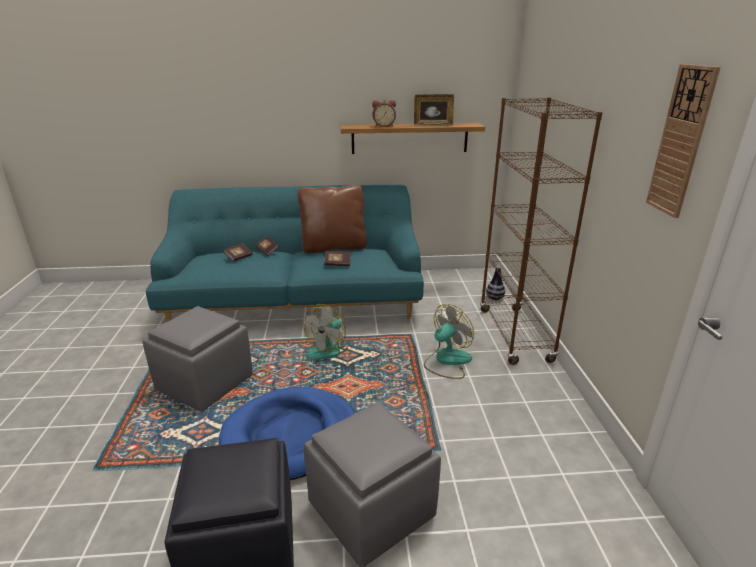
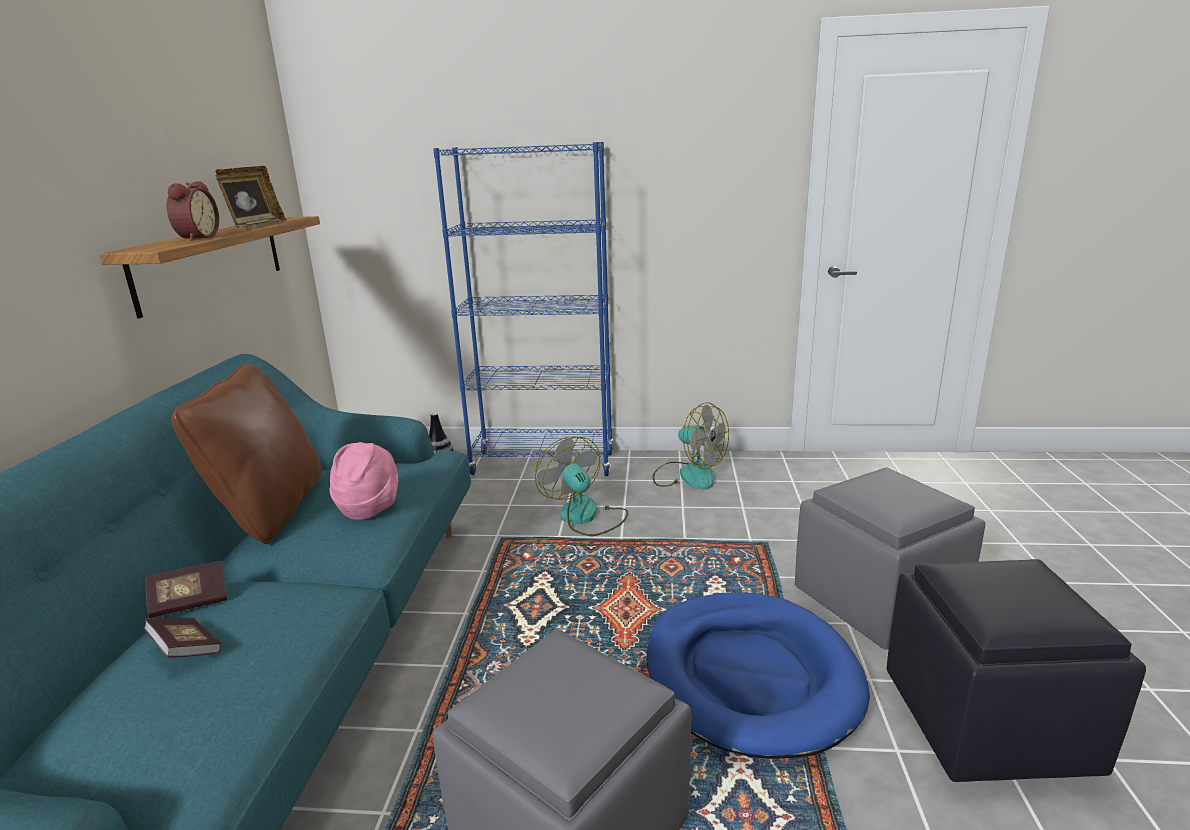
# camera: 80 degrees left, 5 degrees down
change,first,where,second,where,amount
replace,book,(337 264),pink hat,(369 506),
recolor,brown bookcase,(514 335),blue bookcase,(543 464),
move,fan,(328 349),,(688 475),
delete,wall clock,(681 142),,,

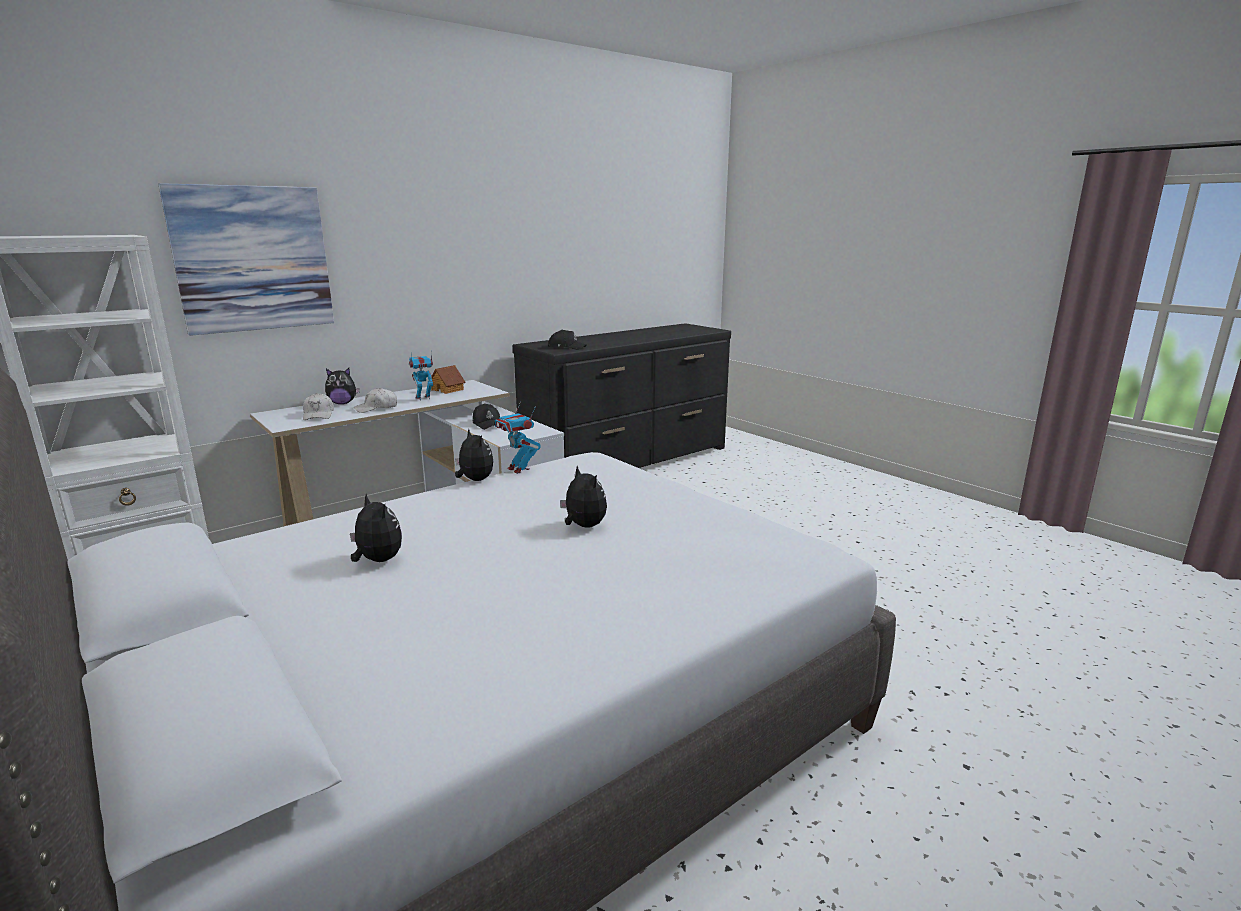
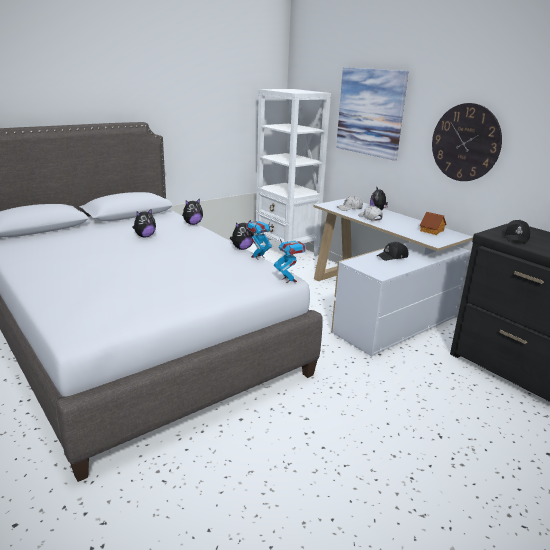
# camera: 90 degrees right, 5 degrees up
change,first,where,second,where,amount
move,plush toy,(583 526),,(192 224),
move,toy robot,(423 398),,(289 280),
insert,,,wall clock,(465 142),

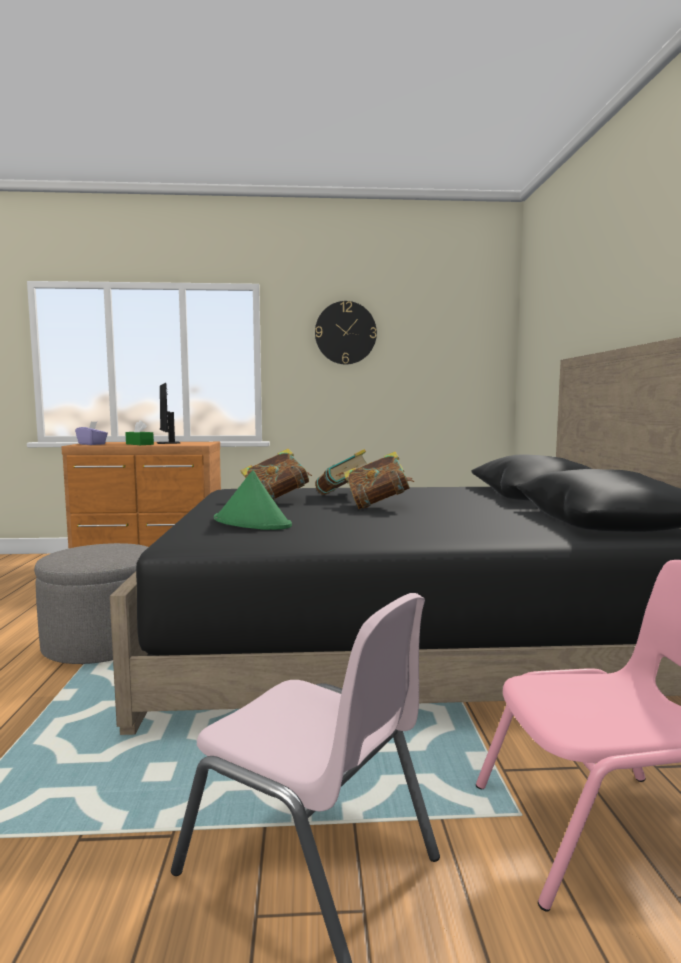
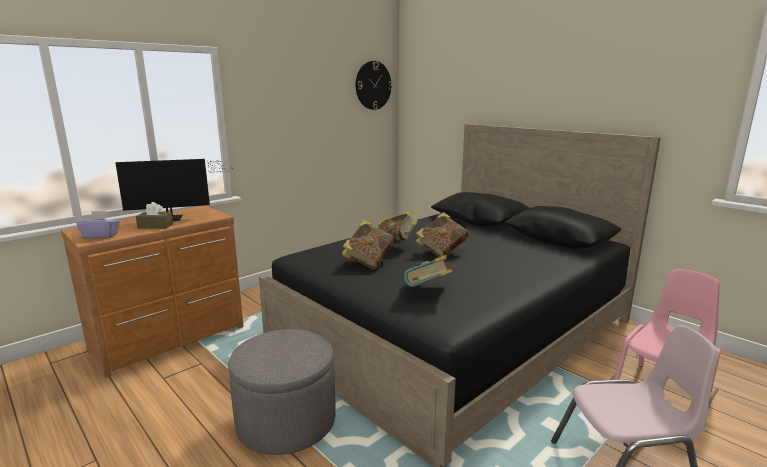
# camera: 40 degrees left, 10 degrees up
change,first,where,second,where,amount
rotate,monitor,(167 443),,(174 218),45 degrees counterclockwise
recolor,green tissue box,(139 444),brown tissue box,(155 226),
move,wall clock,(345 333),,(373 85),
replace,green hat,(252 523),book,(428 292),

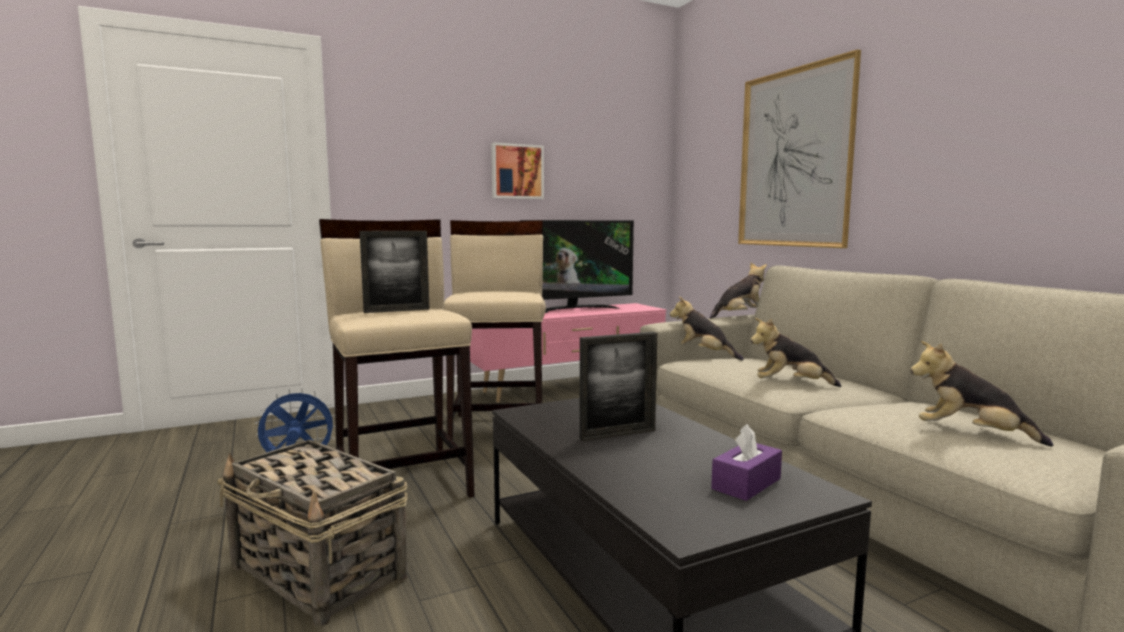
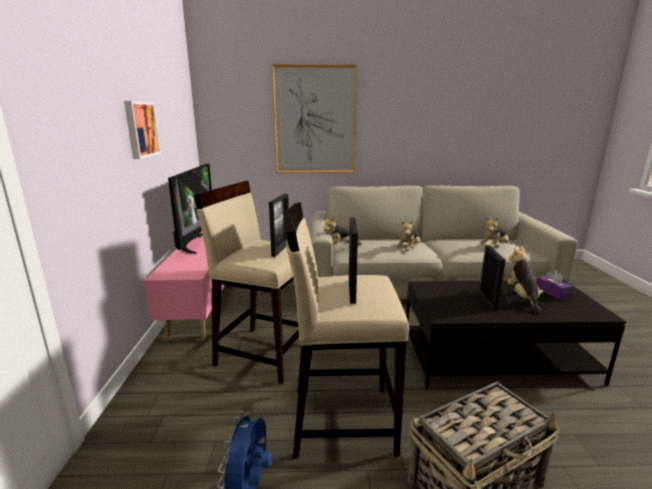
# camera: 65 degrees left, 10 degrees up
change,first,where,second,where,amount
insert,,,picture frame,(281 249),
move,plush toy,(739 316),,(522 297),

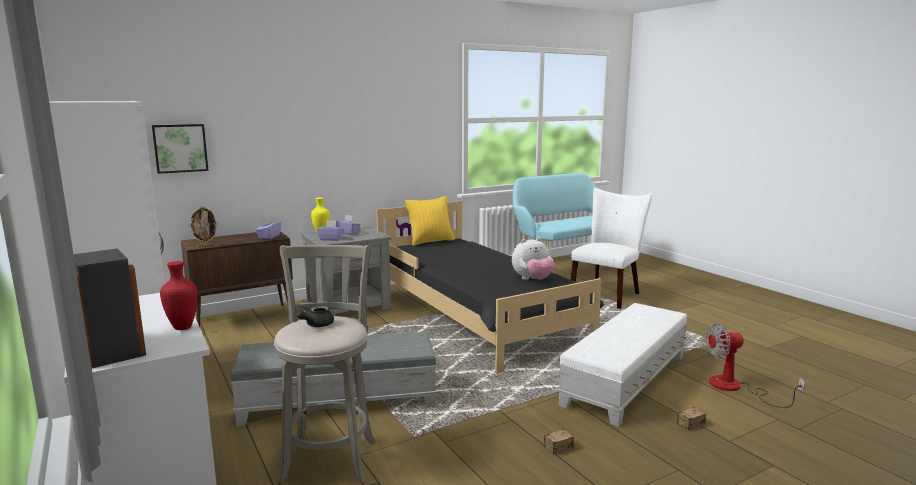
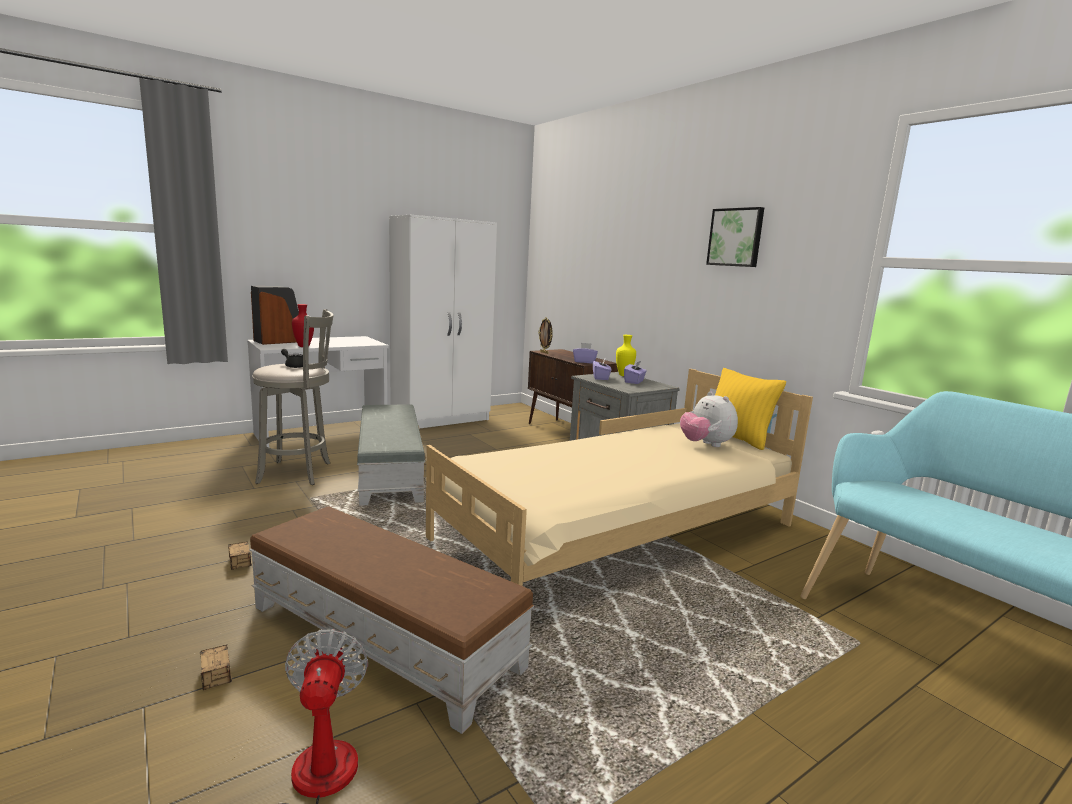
# camera: 85 degrees right, 0 degrees up
change,first,where,second,where,amount
recolor,white ottoman,(626 379),brown ottoman,(383 637),
recolor,black bed,(476 316),beige bed,(619 533),
move,plush toy,(532 280),,(705 445),
move,picture,(180 148),,(736 237),
delete,white chair,(607 295),,,

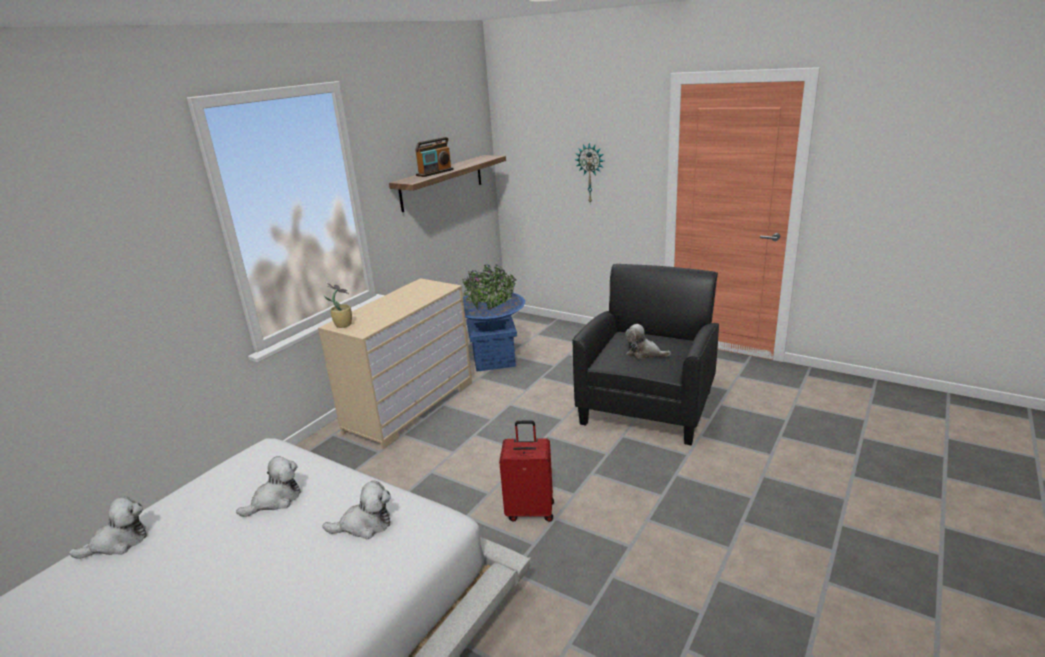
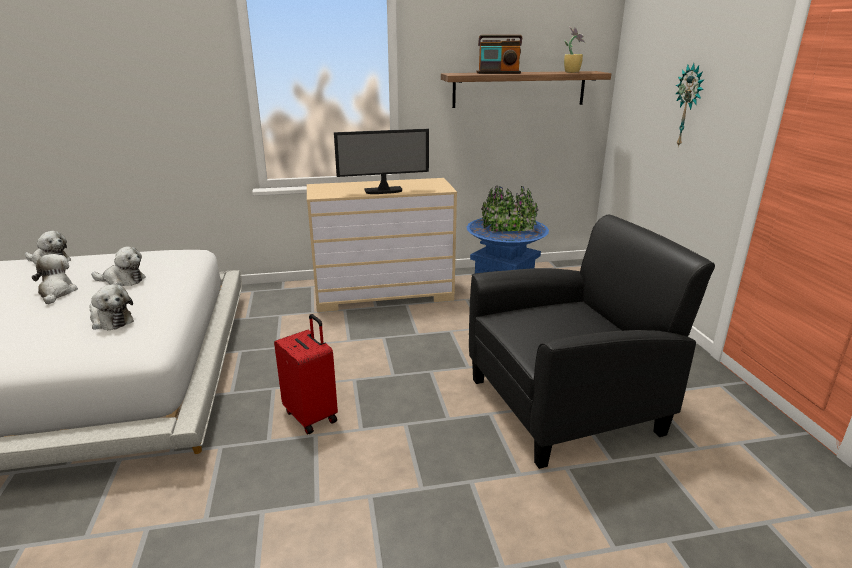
# camera: 45 degrees right, 0 degrees up
change,first,where,second,where,amount
move,plush toy,(644 353),,(57 293),
insert,,,monitor,(384 191),
move,potted plant,(343 325),,(571 72),

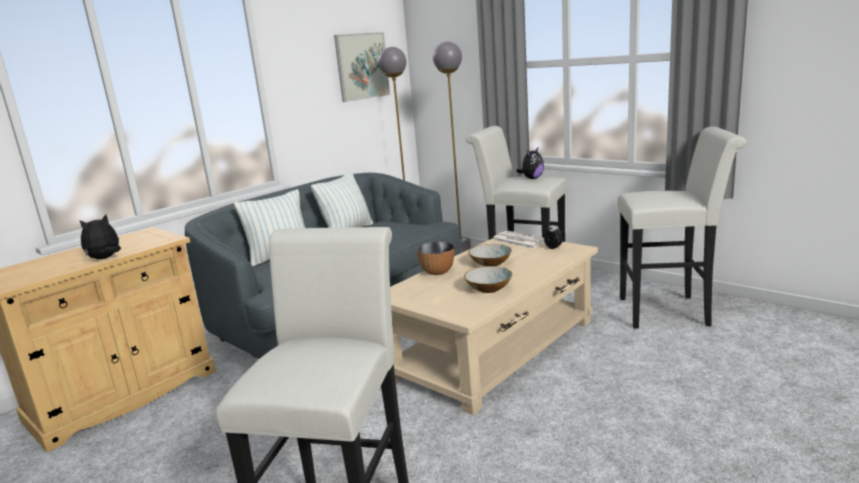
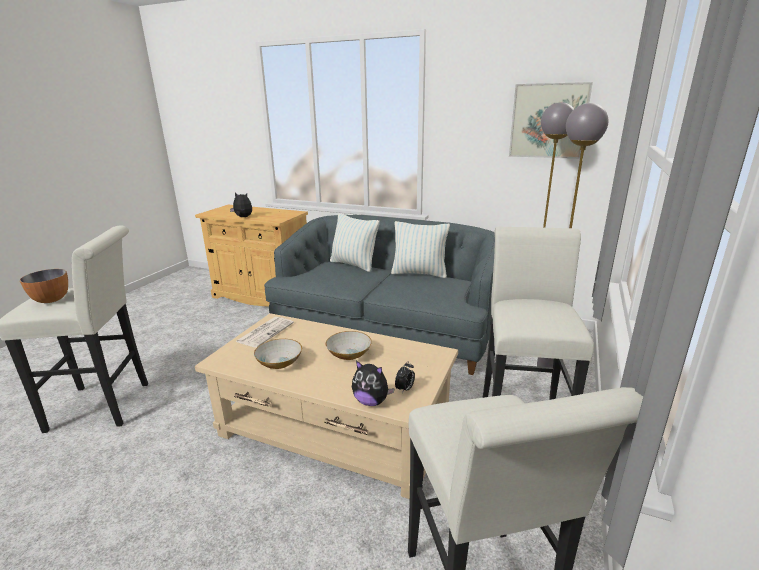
# camera: 70 degrees right, 5 degrees up
change,first,where,second,where,amount
move,bowl,(437 272),,(51 300),
move,newspaper,(519 240),,(265 332),
move,plush toy,(532 178),,(371 401),

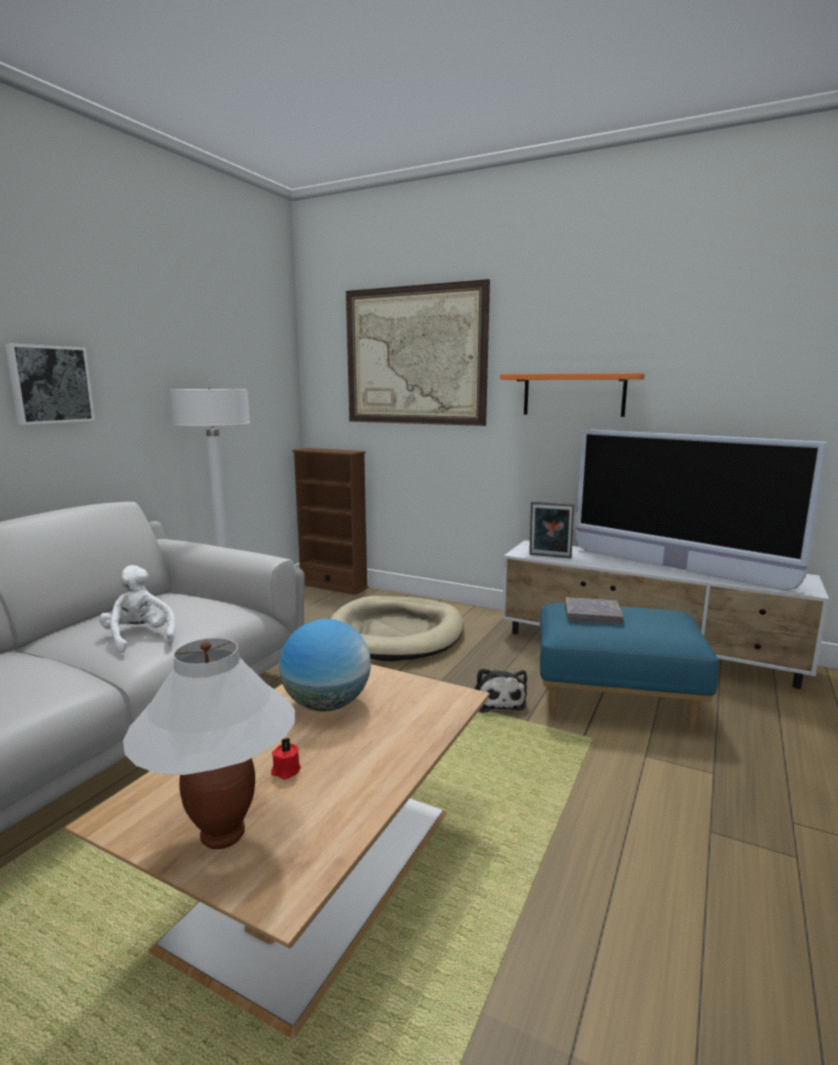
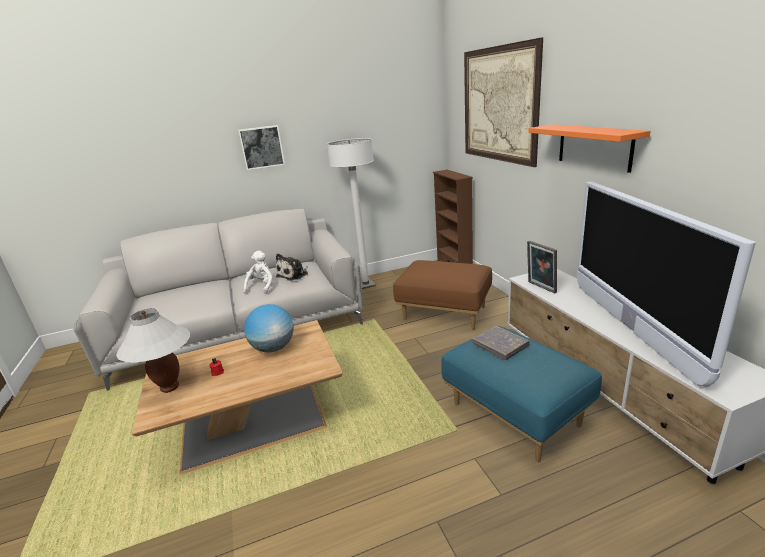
# camera: 45 degrees right, 10 degrees up
change,first,where,second,where,amount
move,plush toy,(498 700),,(294 275),
replace,beige dog bed,(396 633),brown ottoman,(445 313),

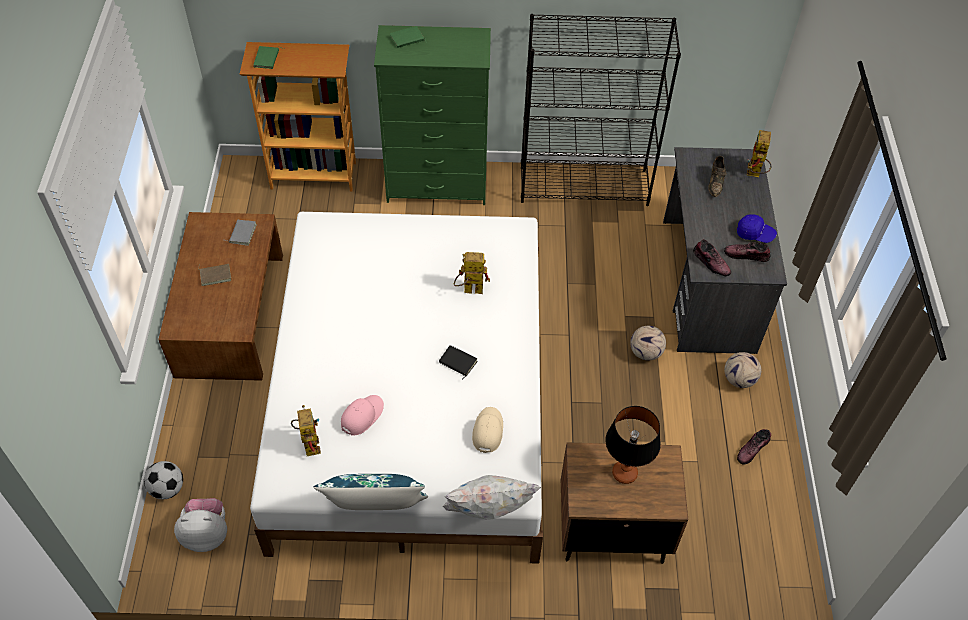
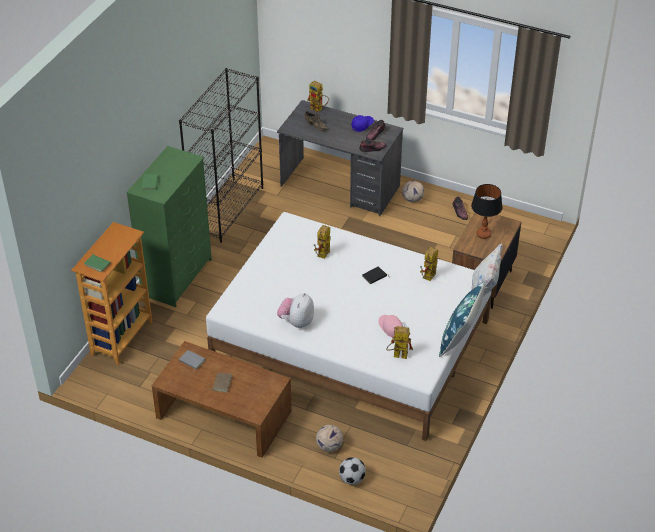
# camera: 65 degrees left, 10 degrees down
change,first,where,second,where,amount
move,plush toy,(207 534),,(296 322),
move,football,(645 352),,(329 446),
replace,beige cap,(487 431),toy robot,(429 278),

